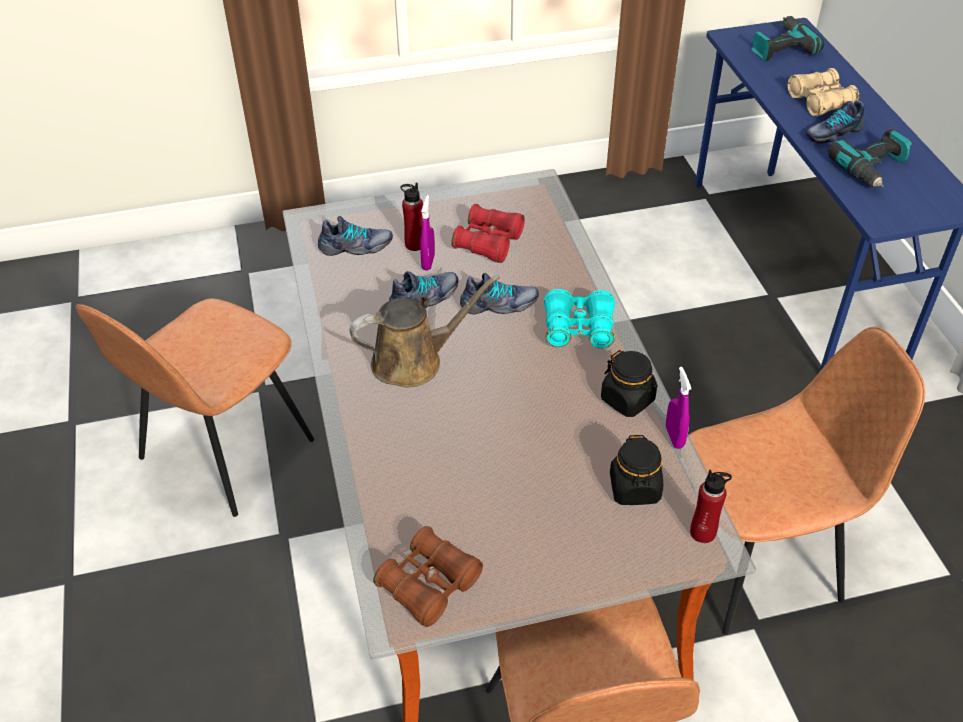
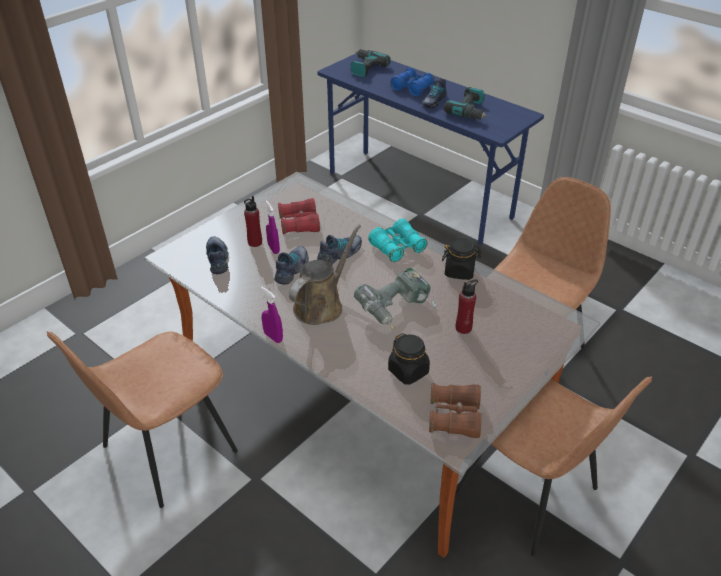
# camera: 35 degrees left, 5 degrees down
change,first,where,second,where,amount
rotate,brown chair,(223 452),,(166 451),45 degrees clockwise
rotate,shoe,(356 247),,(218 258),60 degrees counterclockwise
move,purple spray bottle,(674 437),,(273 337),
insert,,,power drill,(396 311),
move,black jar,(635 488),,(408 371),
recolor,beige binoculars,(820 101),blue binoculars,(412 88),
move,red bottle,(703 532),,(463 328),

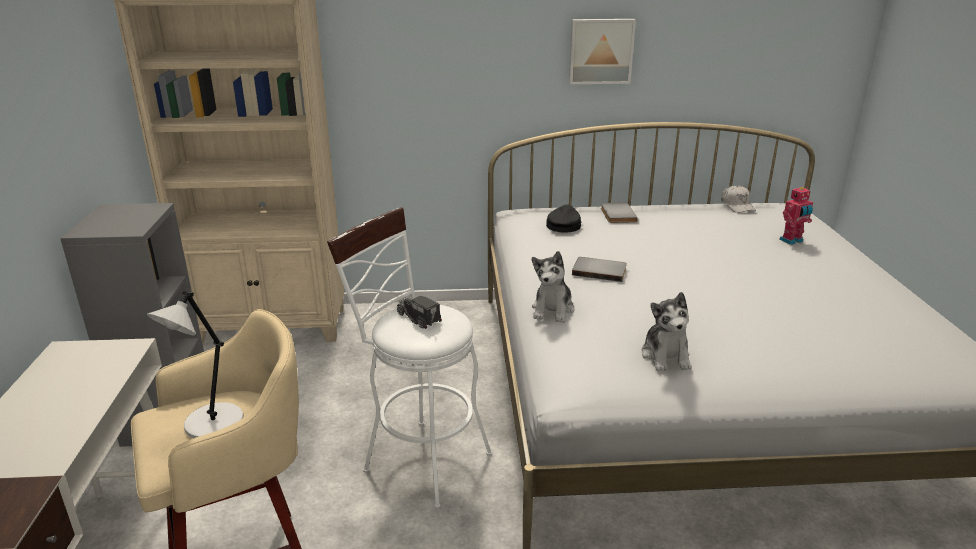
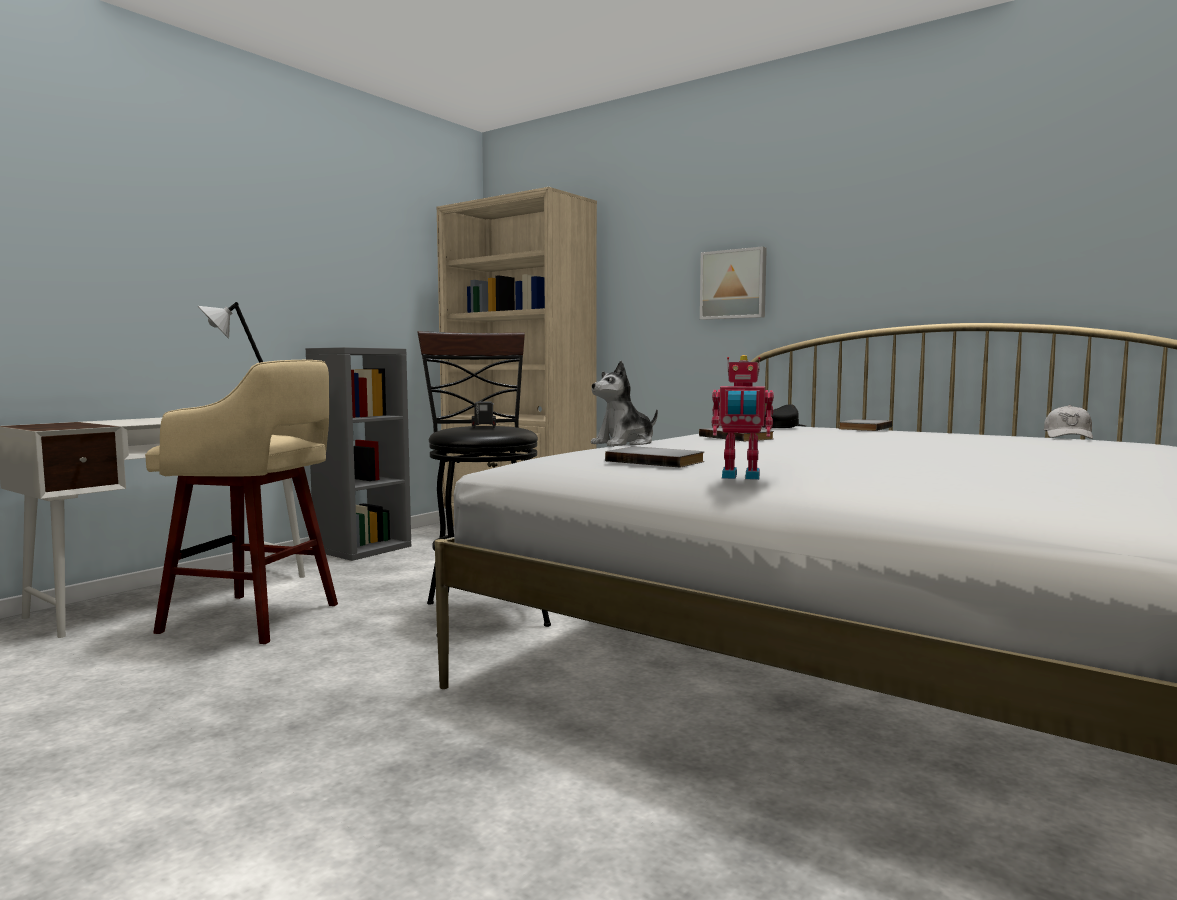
# camera: 40 degrees right, 20 degrees down
change,first,where,second,where,amount
recolor,white stool,(419 458),black stool,(483 610),
replace,plush toy,(666 356),grey book,(657 461),
move,picture,(600 51),,(734 284),
move,toy robot,(792 241),,(740 477),

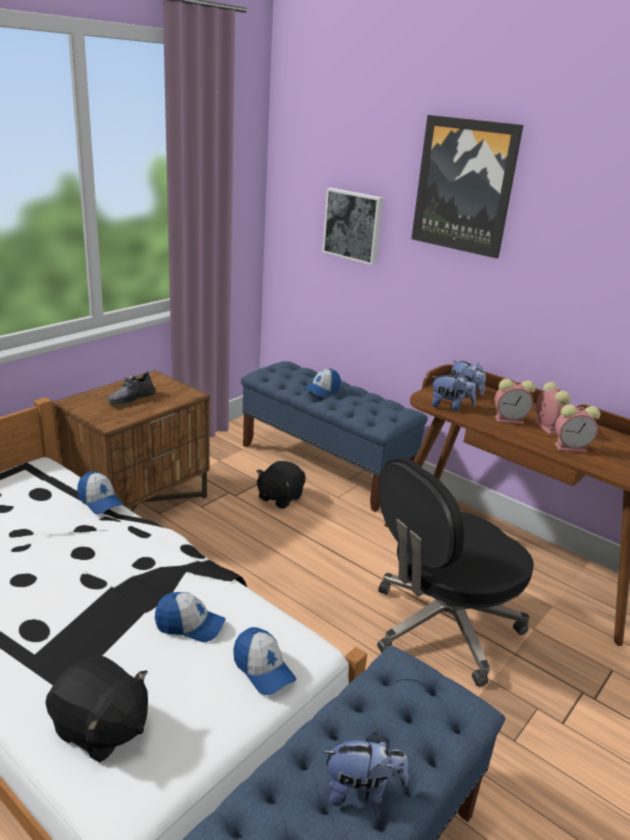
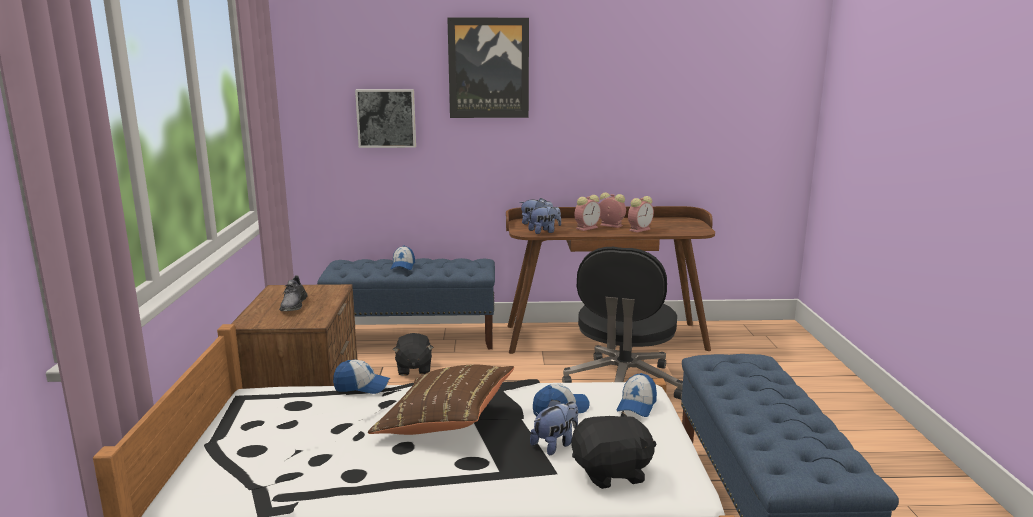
# camera: 40 degrees left, 10 degrees down
change,first,where,second,where,amount
insert,,,brown pillow,(445 421),
move,plush toy,(362 790),,(555 444),
rotate,cap,(263 669),,(637 405),105 degrees clockwise

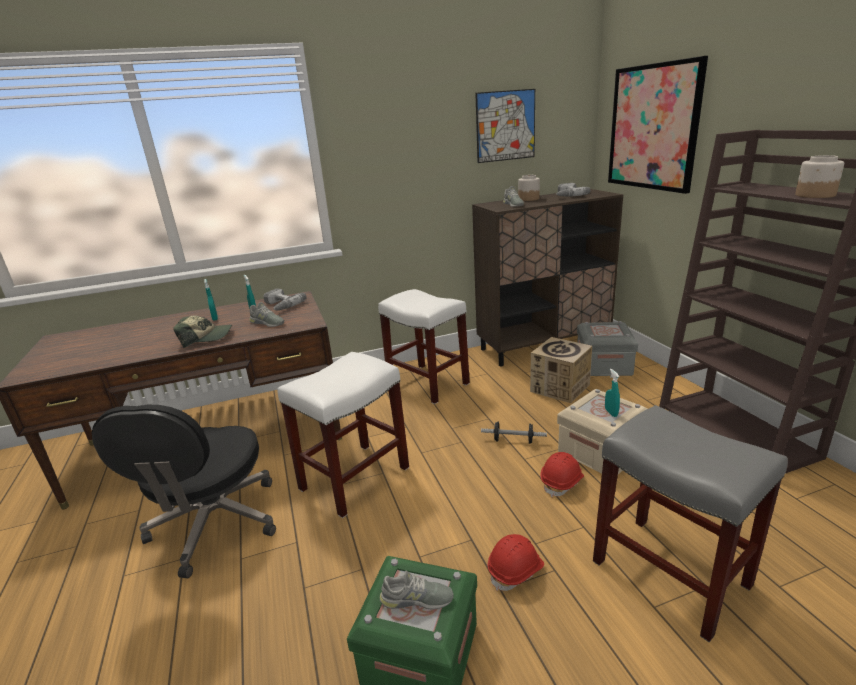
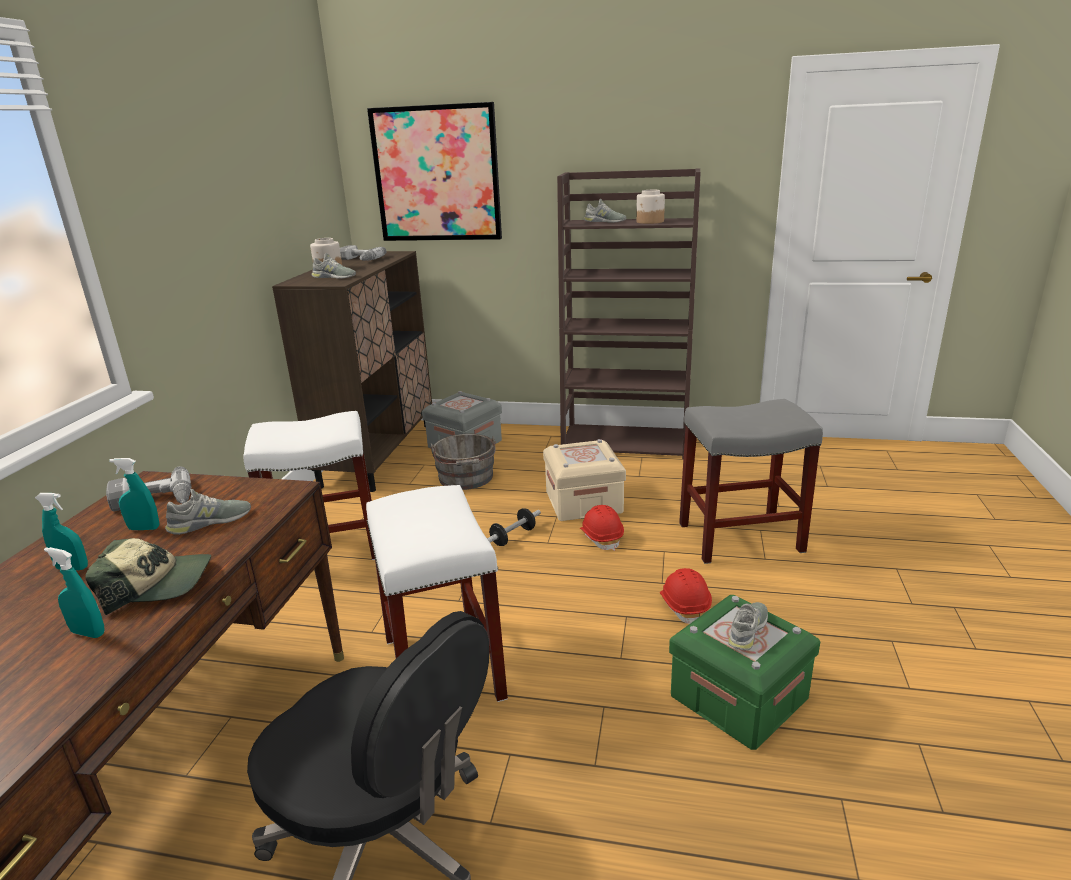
# camera: 60 degrees left, 0 degrees up
change,first,where,second,where,amount
move,turquoise spray bottle,(611 412),,(88 633),
rotate,cap,(206 338),,(157 584),60 degrees clockwise
replace,cardboard box,(560 388),grey bucket,(466 479),
insert,,,grey shoe,(605 221),
delete,picture,(505 126),,,

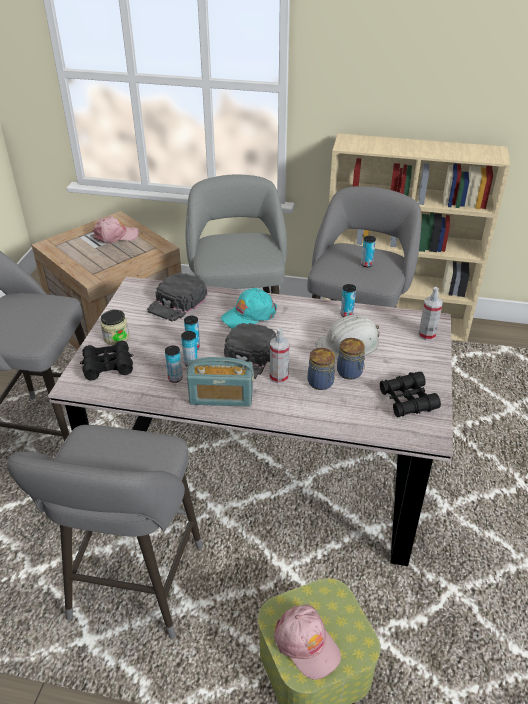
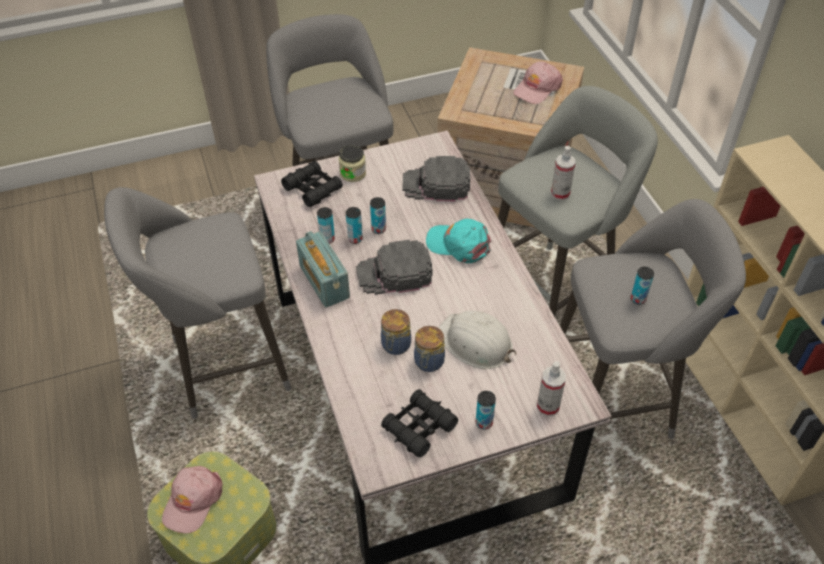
# camera: 60 degrees right, 10 degrees up
change,first,where,second,where,amount
move,can,(346 314),,(484 422),
rotate,pink cap,(116 235),,(537 88),90 degrees clockwise
move,spray bottle,(279 377),,(560 193),

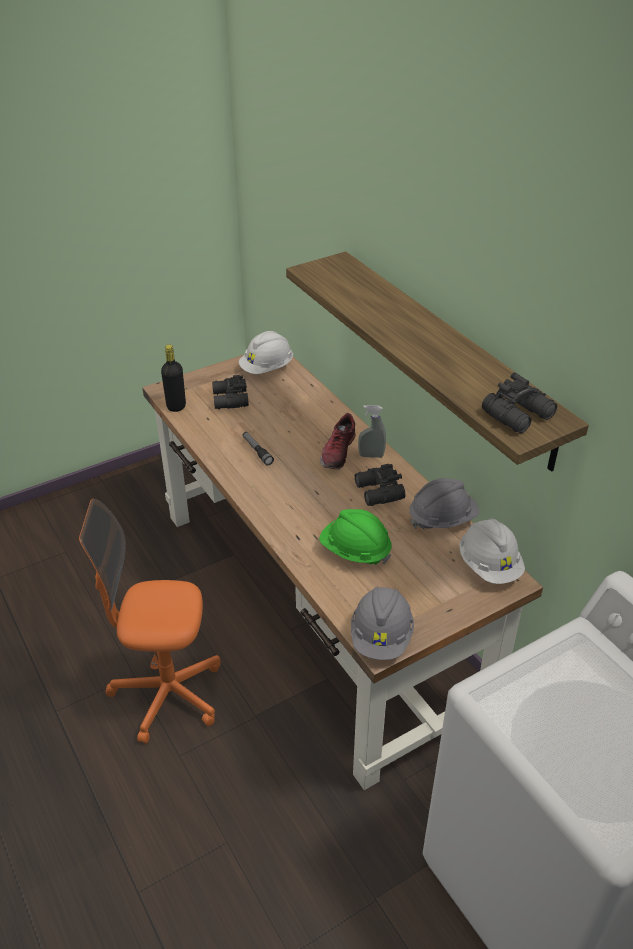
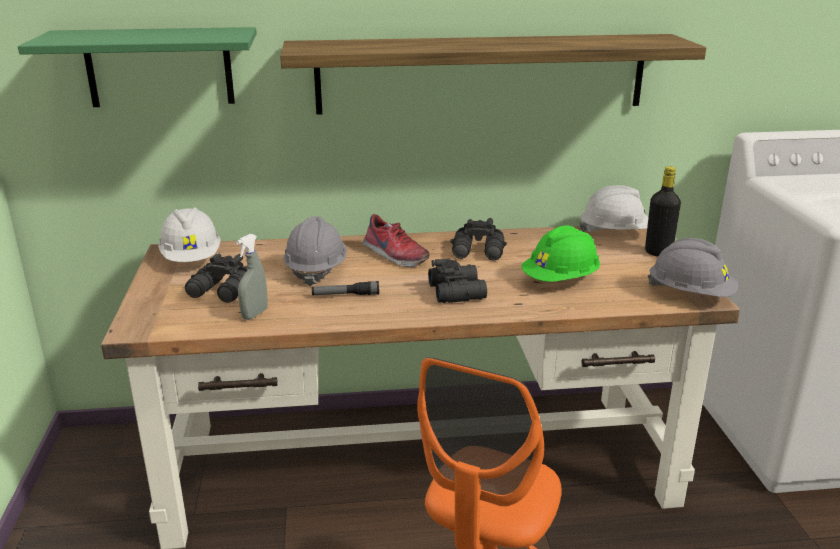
# camera: 65 degrees left, 15 degrees down
change,first,where,second,where,amount
insert,,,green shelf,(159 67),
move,grey spray bottle,(371 455),,(254 314),
move,grey hard hat,(442 519),,(316 270),
move,black binoculars,(520 415),,(458 291),
move,black bottle,(176 406),,(658 252),

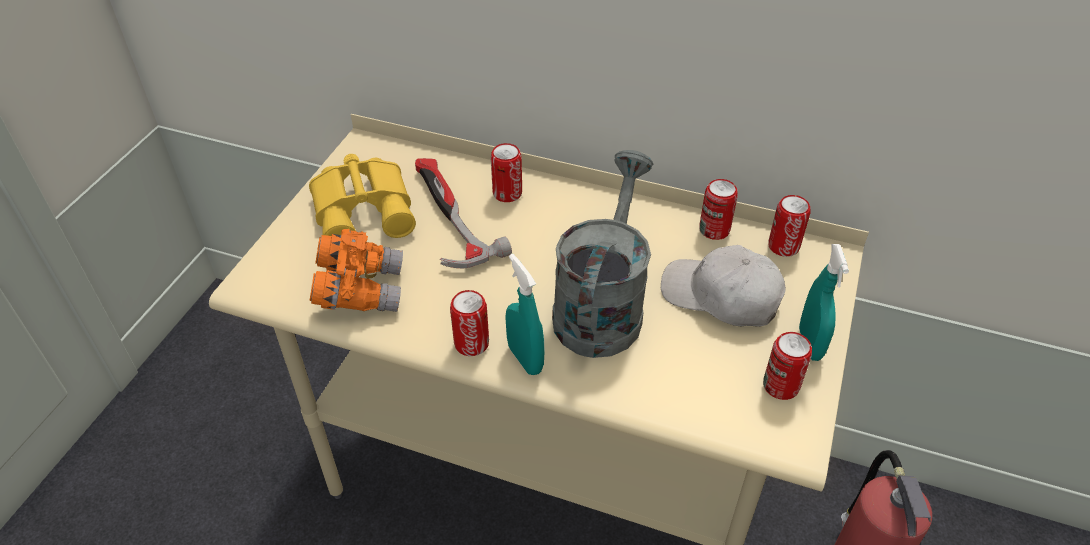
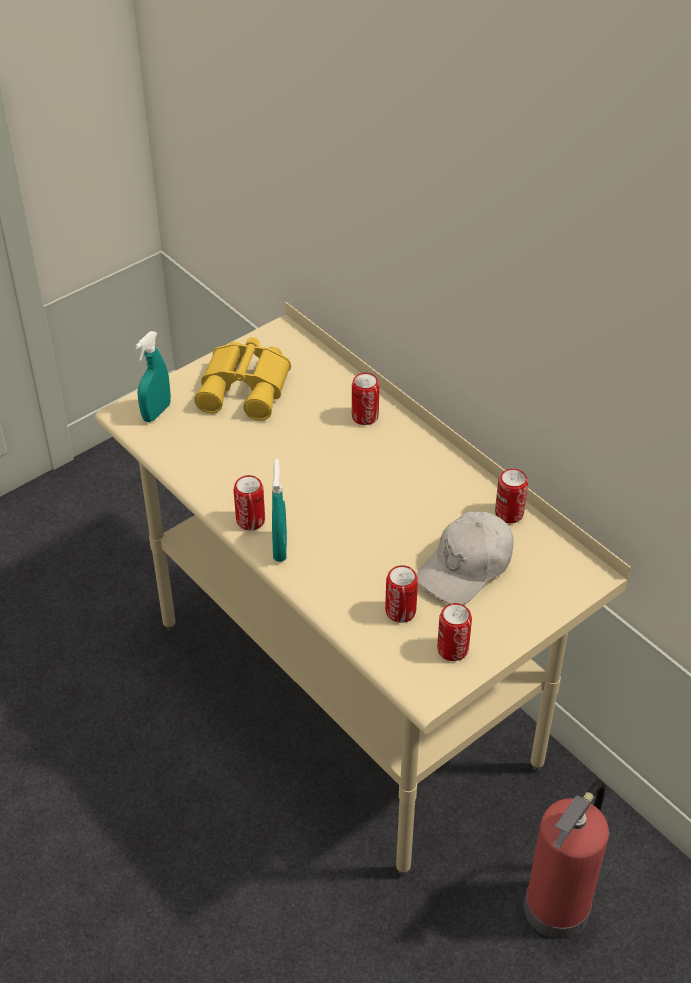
# camera: 30 degrees right, 0 degrees up
change,first,where,second,where,amount
move,turquoise spray bottle,(810 344),,(156 412),
move,can,(783 246),,(400 611),
rotate,white cap,(721 297),,(466 567),105 degrees counterclockwise
delete,orange binoculars,(360 290),,,
delete,hammer,(448 216),,,
delete,grey watering can,(601 306),,,

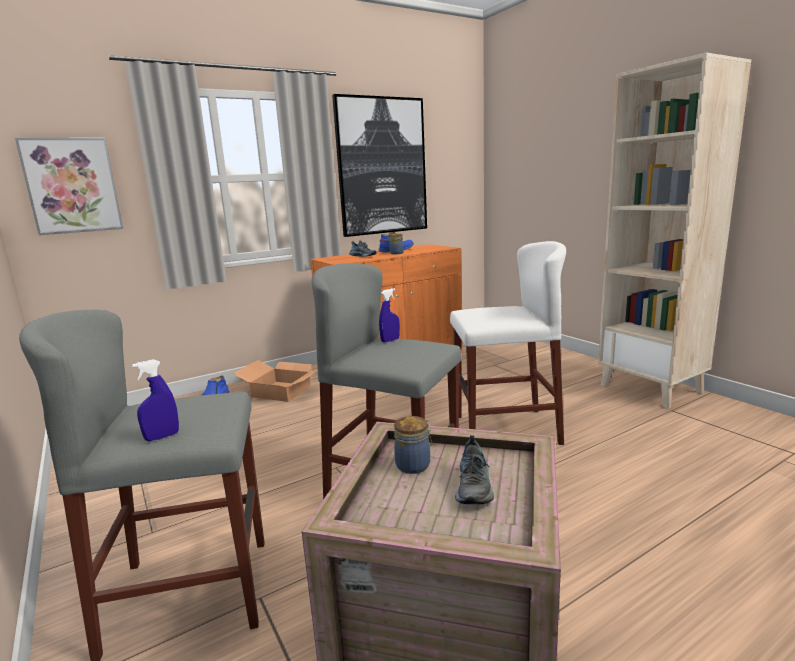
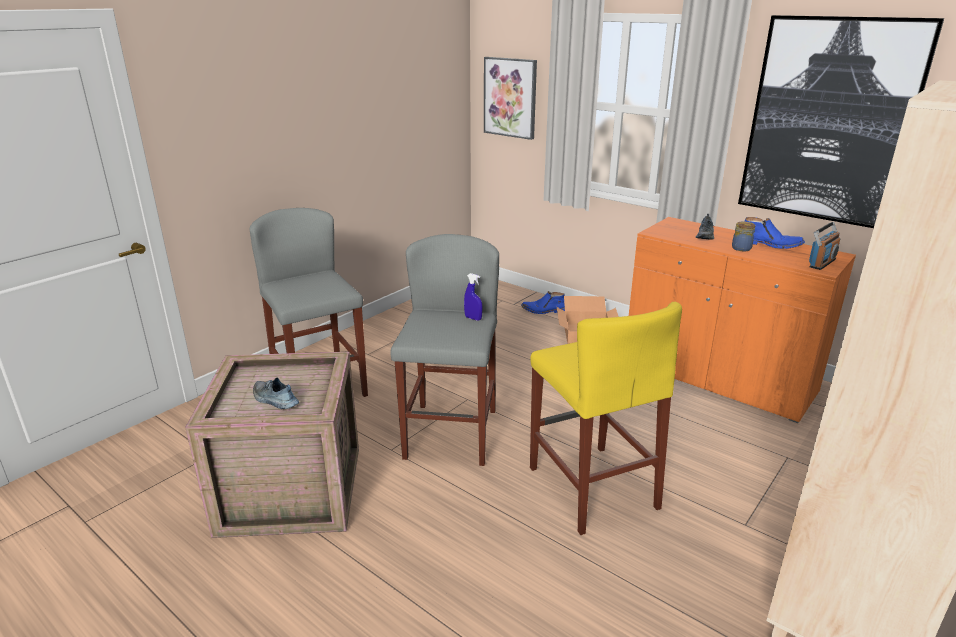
# camera: 70 degrees right, 10 degrees up
change,first,where,second,where,amount
rotate,shoe,(475 486),,(275 400),45 degrees clockwise
recolor,white stool,(506 429),yellow stool,(592 487),
insert,,,radio,(821 263),
delete,blue spray bottle,(162 437),,,
delete,jar,(414 465),,,

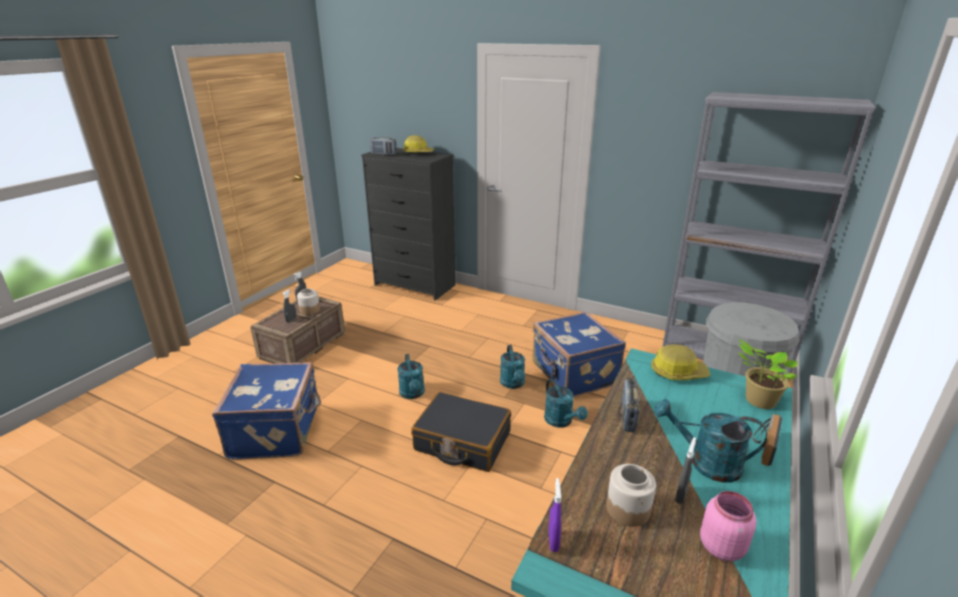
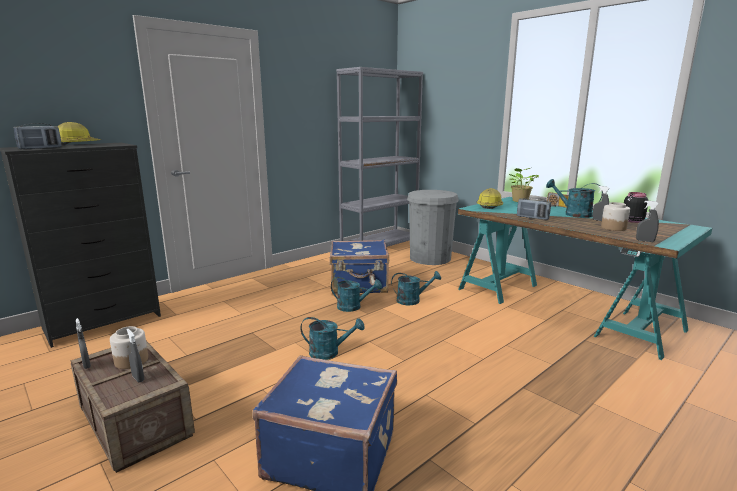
# camera: 70 degrees left, 10 degrees down
change,first,where,second,where,amount
rotate,turquoise watering can,(705 463),,(573 214),90 degrees clockwise
recolor,pink jar,(721 546),black jar,(631 221),
recolor,purple spray bottle,(553 541),grey spray bottle,(645 241),
delete,black suitcase,(462 441),,,

